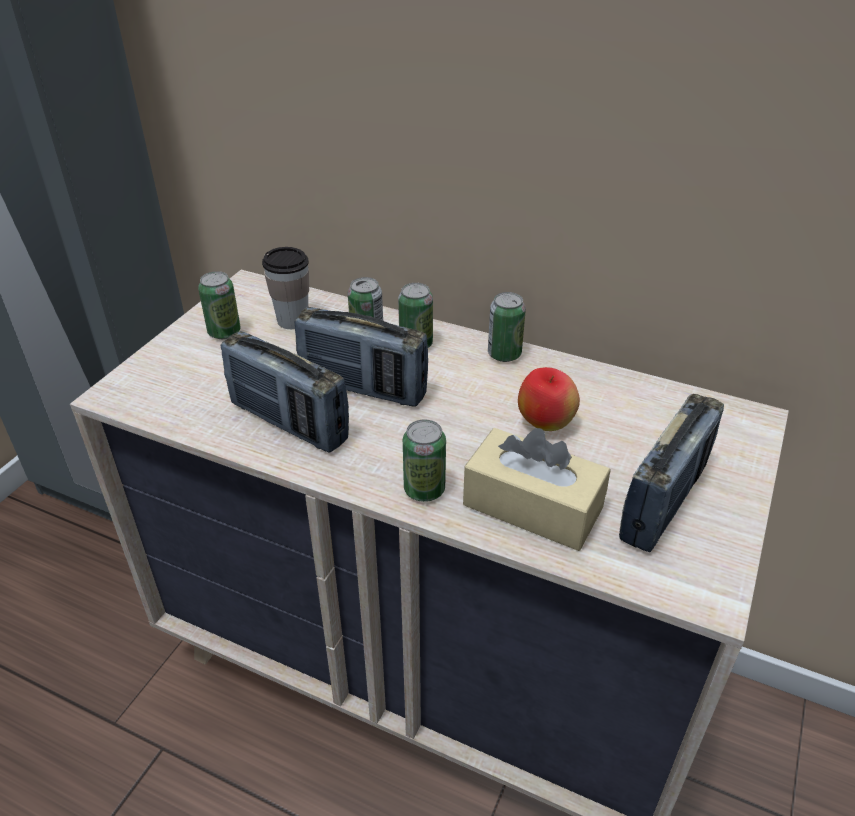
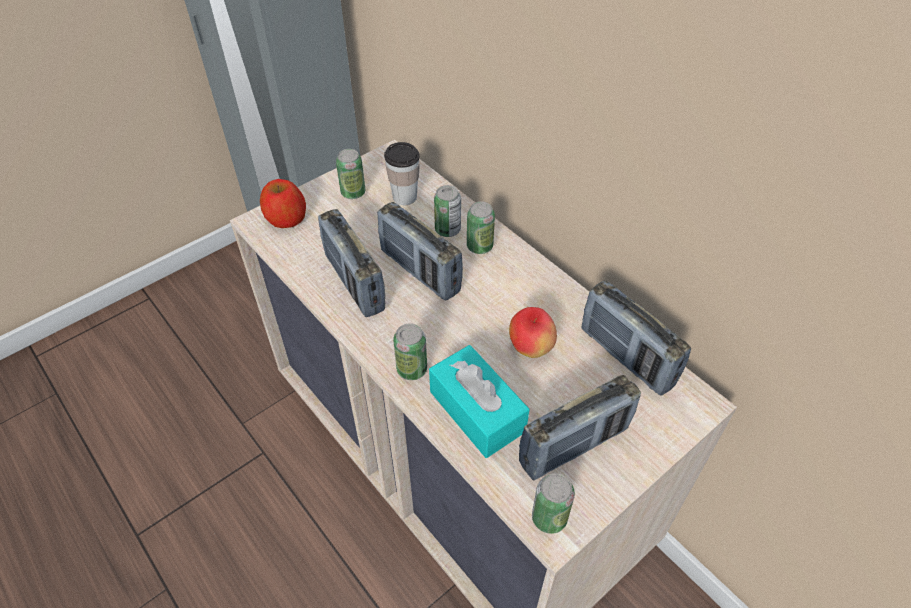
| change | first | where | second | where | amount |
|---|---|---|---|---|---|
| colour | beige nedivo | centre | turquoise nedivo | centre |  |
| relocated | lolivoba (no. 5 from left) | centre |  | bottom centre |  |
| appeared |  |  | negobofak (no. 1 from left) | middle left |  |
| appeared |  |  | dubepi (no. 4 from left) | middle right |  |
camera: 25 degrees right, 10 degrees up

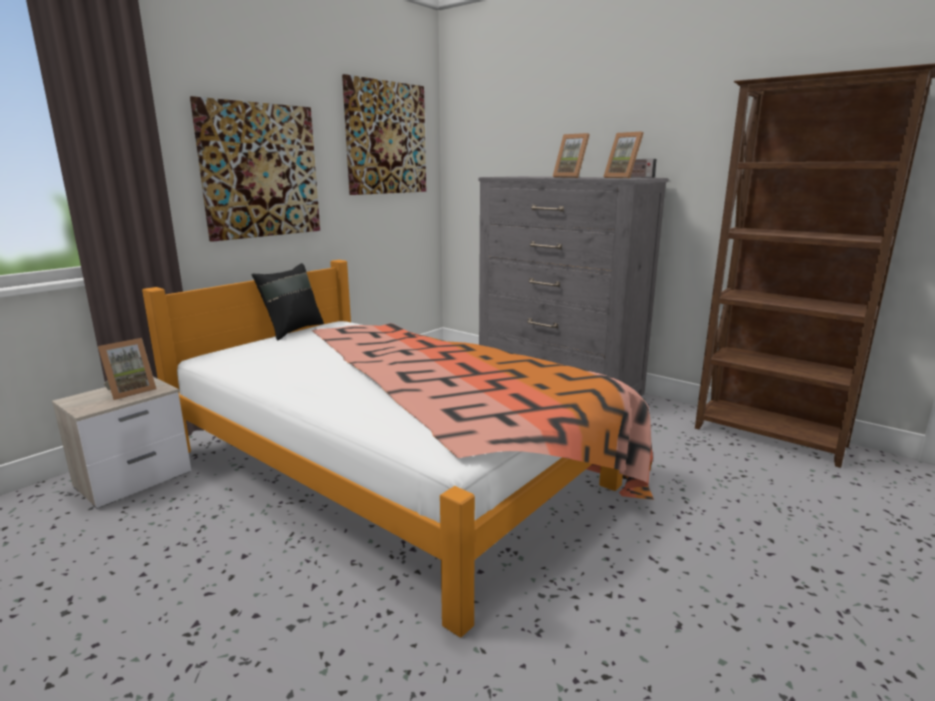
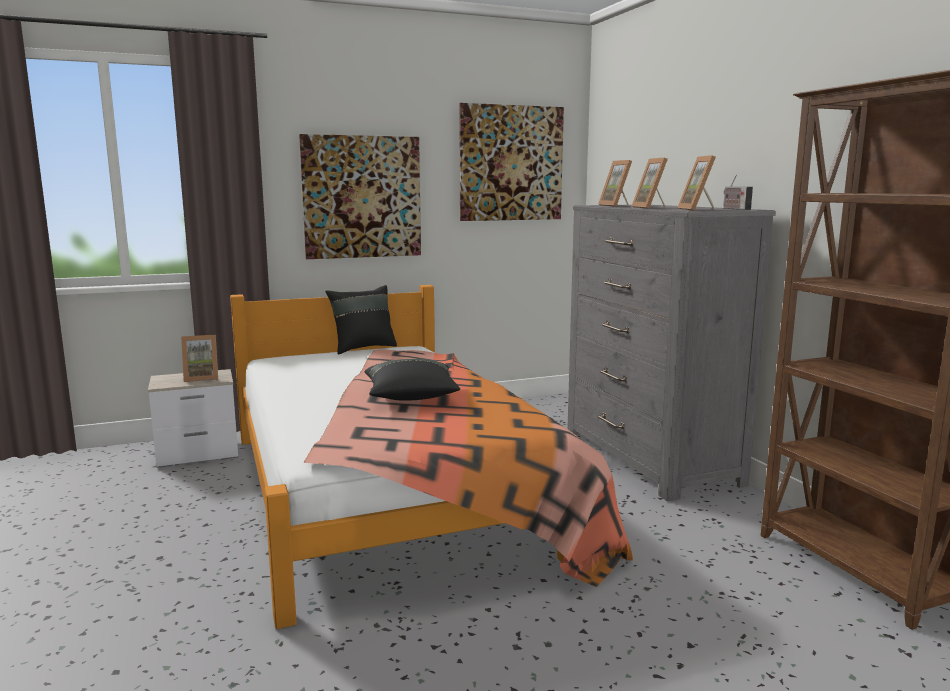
| change | first | where | second | where | amount |
|---|---|---|---|---|---|
| appeared |  |  | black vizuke (no. 2 from left) | centre |  |
| appeared |  |  | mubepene (no. 2 from left) | top centre |  |
camera: 30 degrees right, 5 degrees down

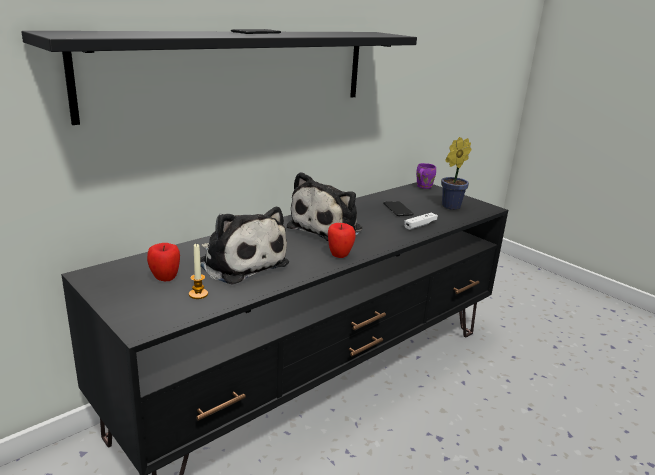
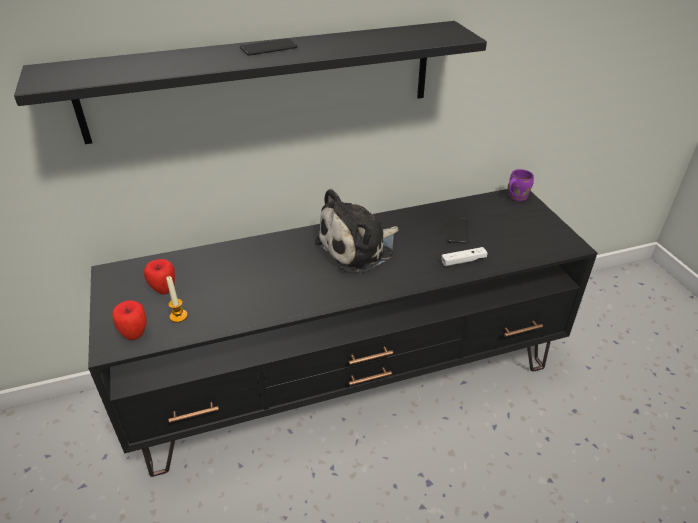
| change | first | where | second | where | amount |
|---|---|---|---|---|---|
| missing | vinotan (no. 1 from left) | centre |  |  |  |
| relocated | negobofak (no. 2 from left in the first image) | centre | negobofak (no. 1 from left) | middle left |  |
| missing | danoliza | middle right |  |  |  |
camera: 25 degrees right, 15 degrees up

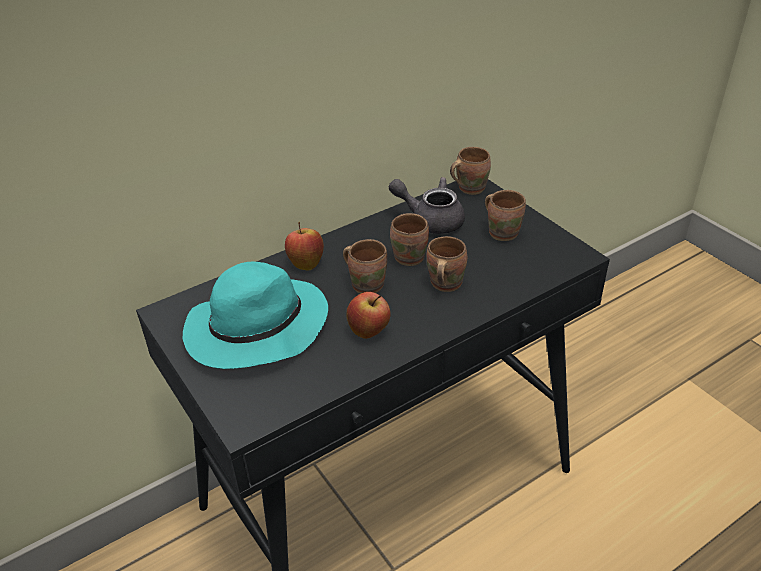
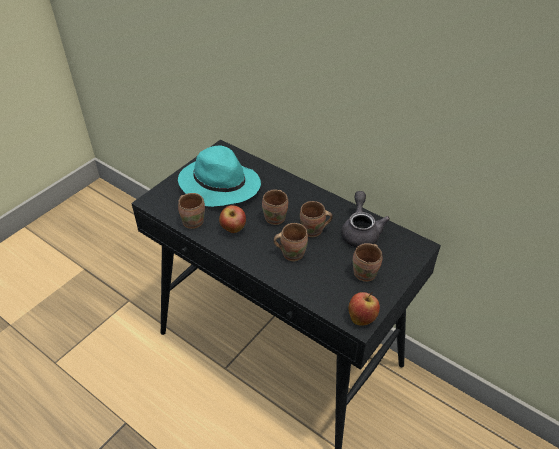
| change | first | where | second | where | amount |
|---|---|---|---|---|---|
| relocated | negobofak (no. 1 from left in the first image) | centre | negobofak (no. 2 from left) | bottom centre |  |
| relocated | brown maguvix (no. 4 from left in the first image) | top centre | brown maguvix (no. 1 from left) | centre |  |
camera: 70 degrees right, 5 degrees up

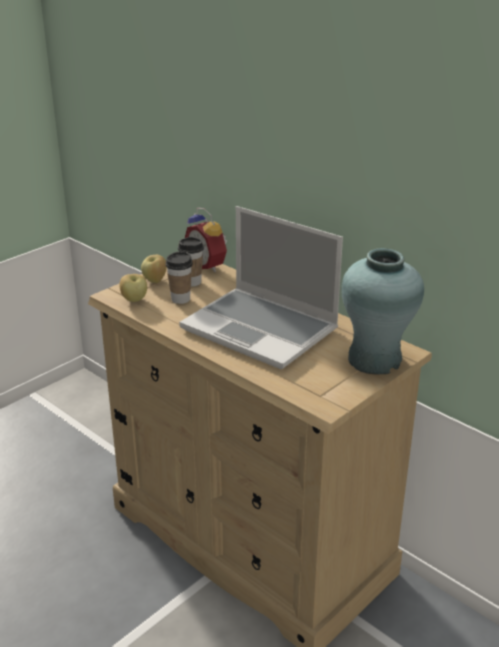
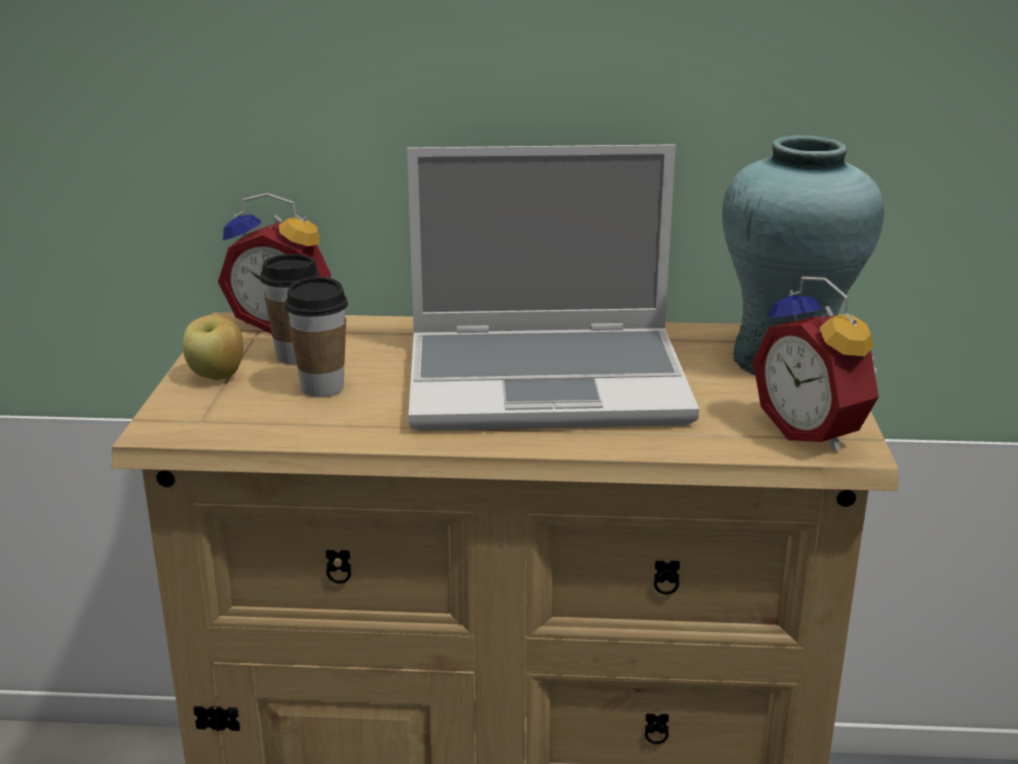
| change | first | where | second | where | amount |
|---|---|---|---|---|---|
| missing | negobofak (no. 1 from left) | middle left |  |  |  |
| appeared |  |  | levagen (no. 2 from left) | middle right |  |
camera: 40 degrees left, 5 degrees down

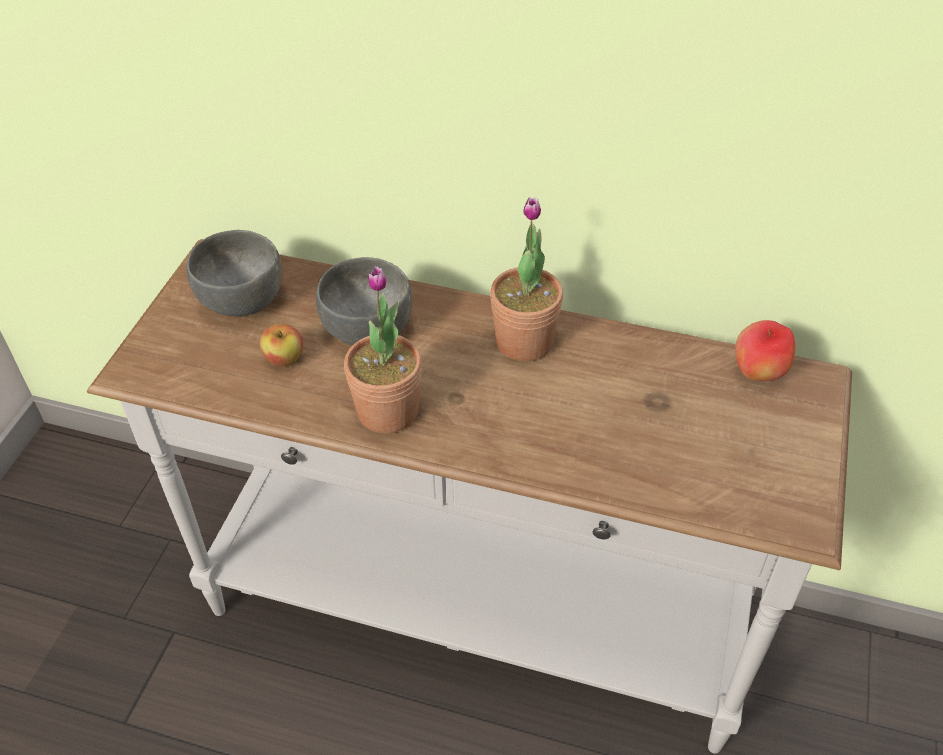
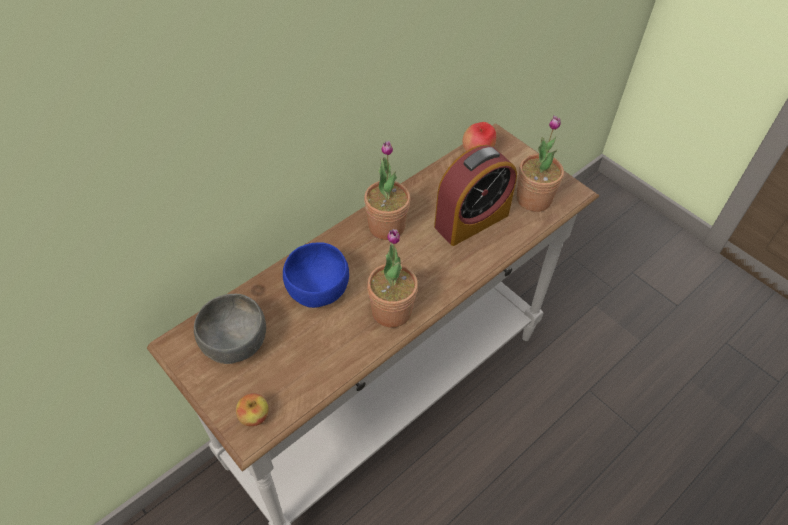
| change | first | where | second | where | amount |
|---|---|---|---|---|---|
| relocated | negobofak (no. 1 from left) | middle left |  | bottom left |  |
| colour | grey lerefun (no. 2 from left) | centre | blue lerefun | centre |  |
| appeared |  |  | levagen | centre |  |
| appeared |  |  | danoliza (no. 3 from left) | top right |  |
camera: 60 degrees left, 5 degrees up

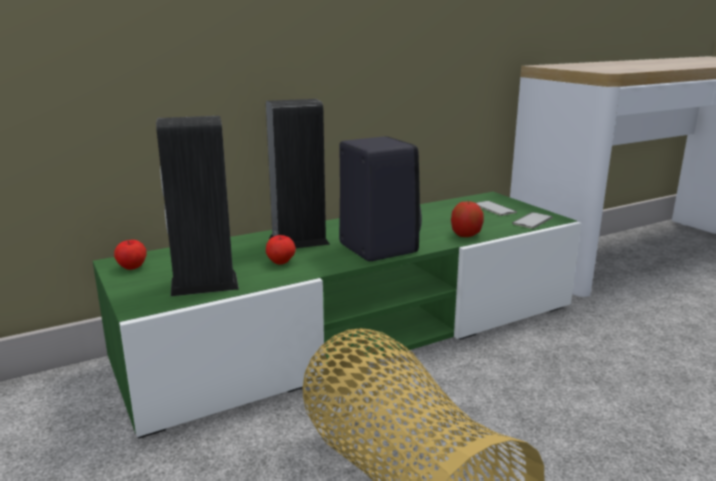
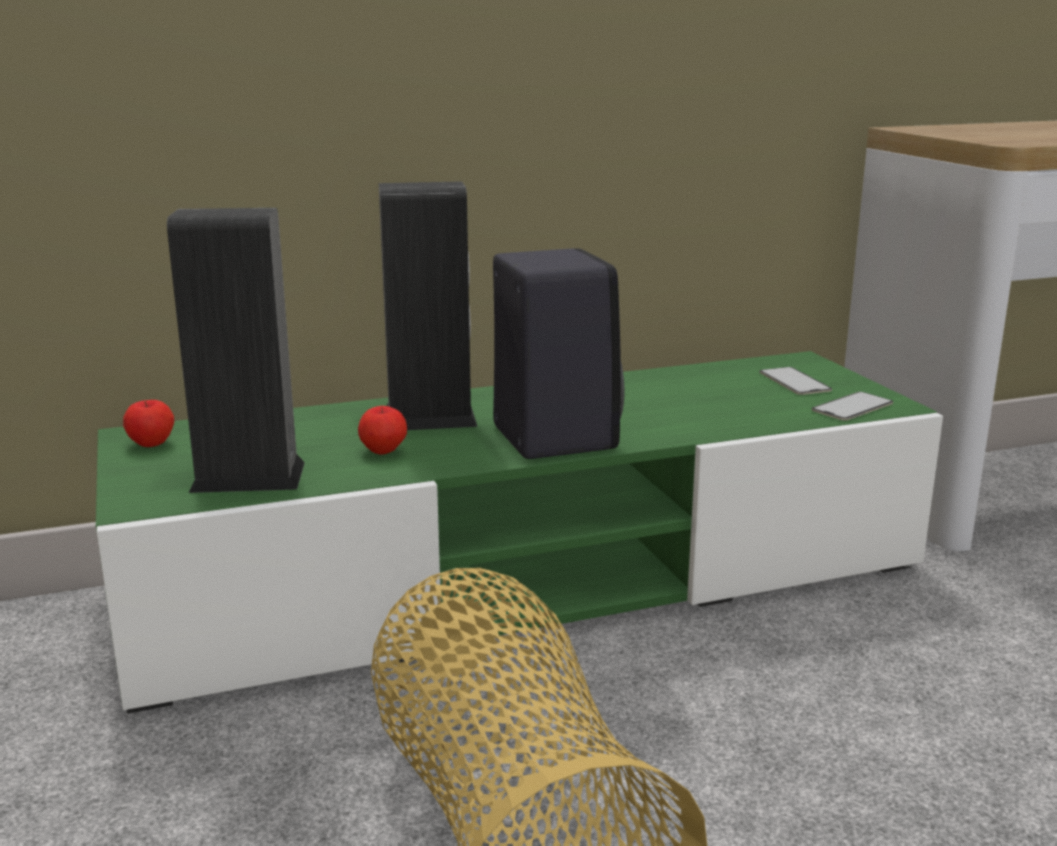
| change | first | where | second | where | amount |
|---|---|---|---|---|---|
| missing | negobofak (no. 3 from left) | centre |  |  |  |
camera: 10 degrees right, 0 degrees up

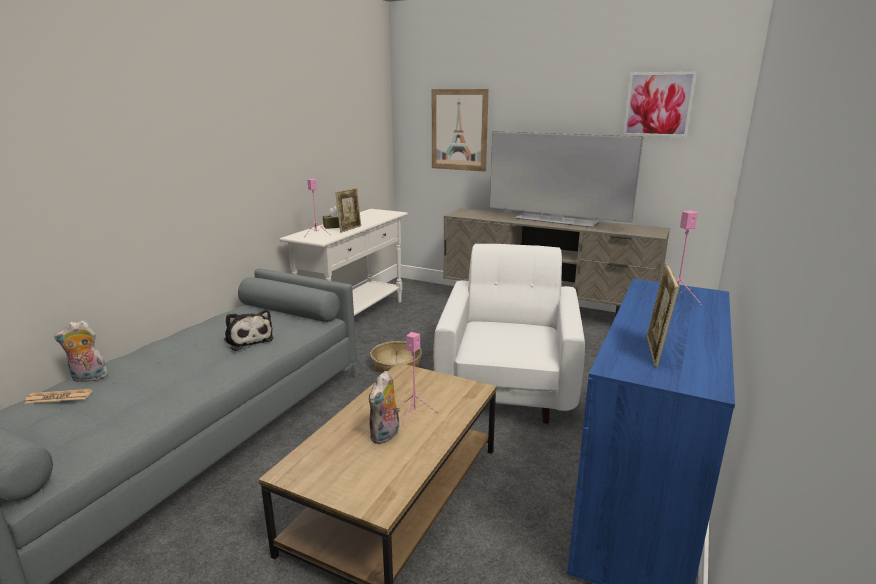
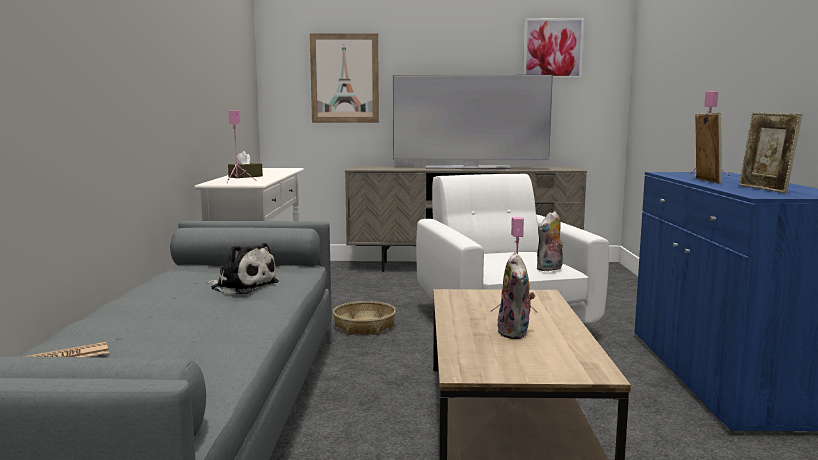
| change | first | where | second | where | amount |
|---|---|---|---|---|---|
| relocated | vinotan (no. 1 from left in the first image) | middle left | vinotan (no. 3 from left) | middle right |  |
| relocated | mubepene (no. 1 from left) | centre |  | top right |  |
camera: 25 degrees left, 10 degrees down

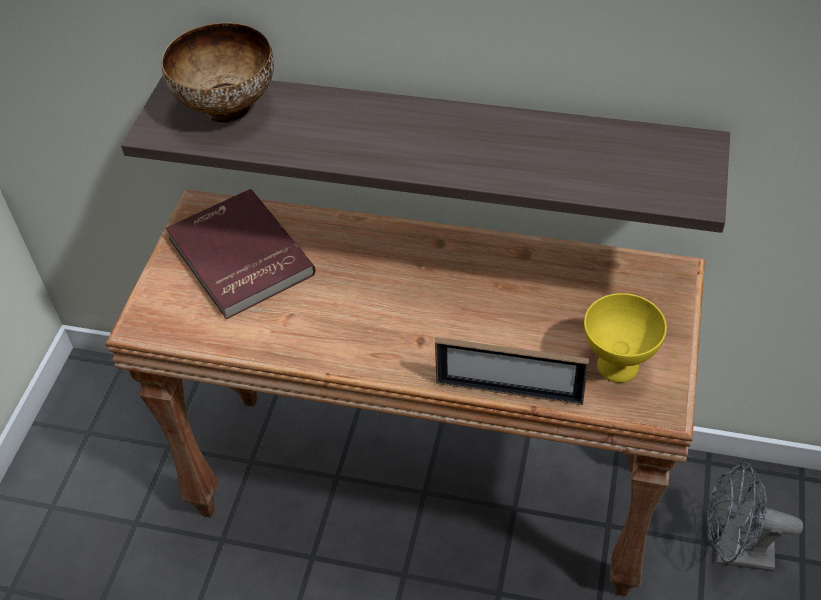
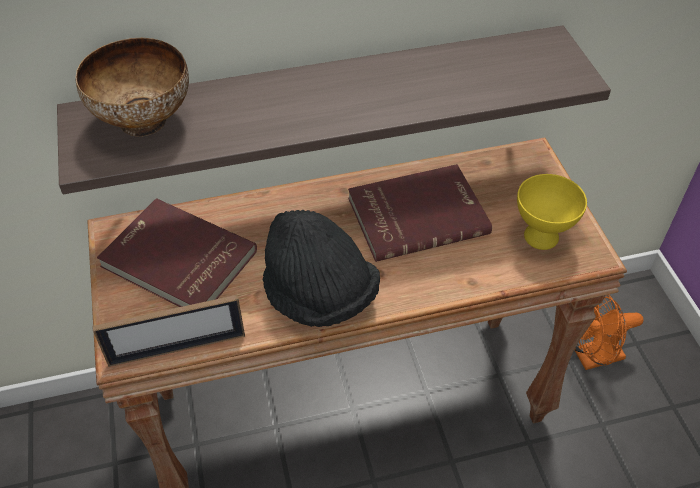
| change | first | where | second | where | amount |
|---|---|---|---|---|---|
| relocated | mubepene | centre |  | bottom left |  |
| colour | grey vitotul | bottom right | orange vitotul | bottom right |  |
| appeared |  |  | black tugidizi | centre |  |
| appeared |  |  | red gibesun (no. 2 from left) | centre |  |
camera: 30 degrees left, 0 degrees up

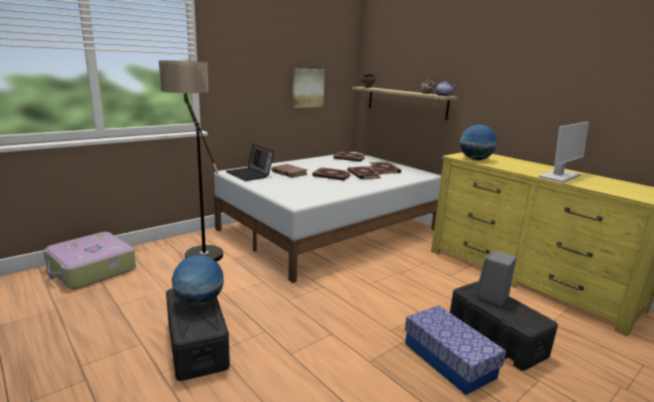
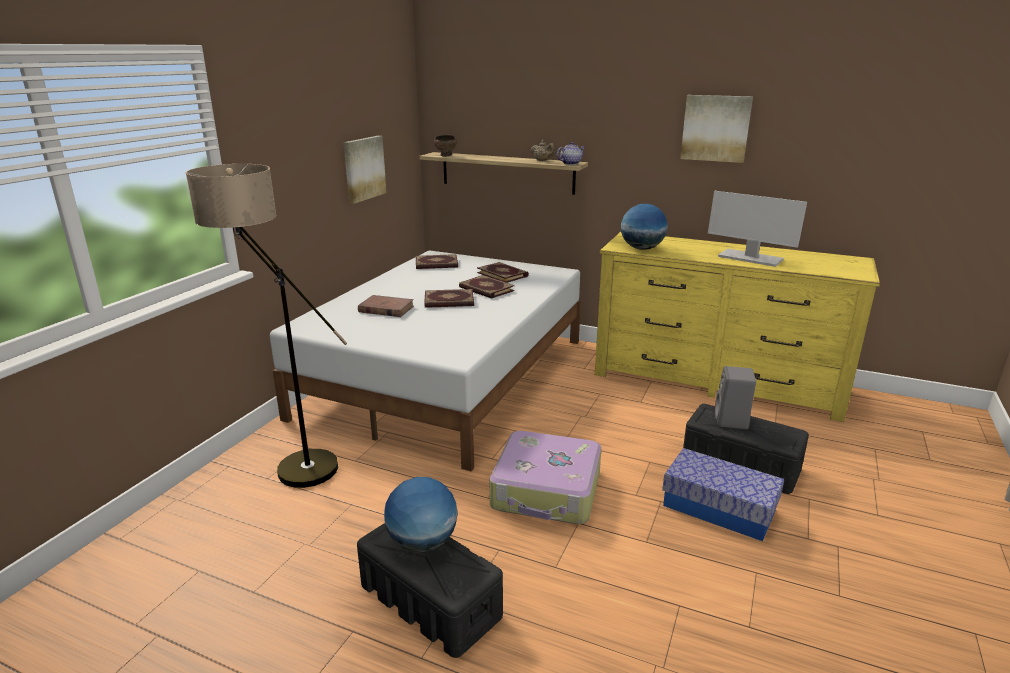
| change | first | where | second | where | amount |
|---|---|---|---|---|---|
| relocated | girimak | middle left |  | bottom centre |  |
| missing | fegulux | centre |  |  |  |
| spun | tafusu | middle right |  | middle right | 105 degrees clockwise |
| appeared |  |  | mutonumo (no. 2 from left) | top right |  |
camera: 25 degrees left, 5 degrees up

